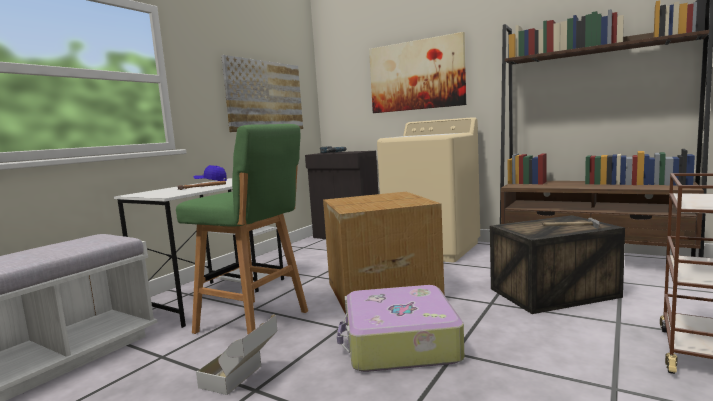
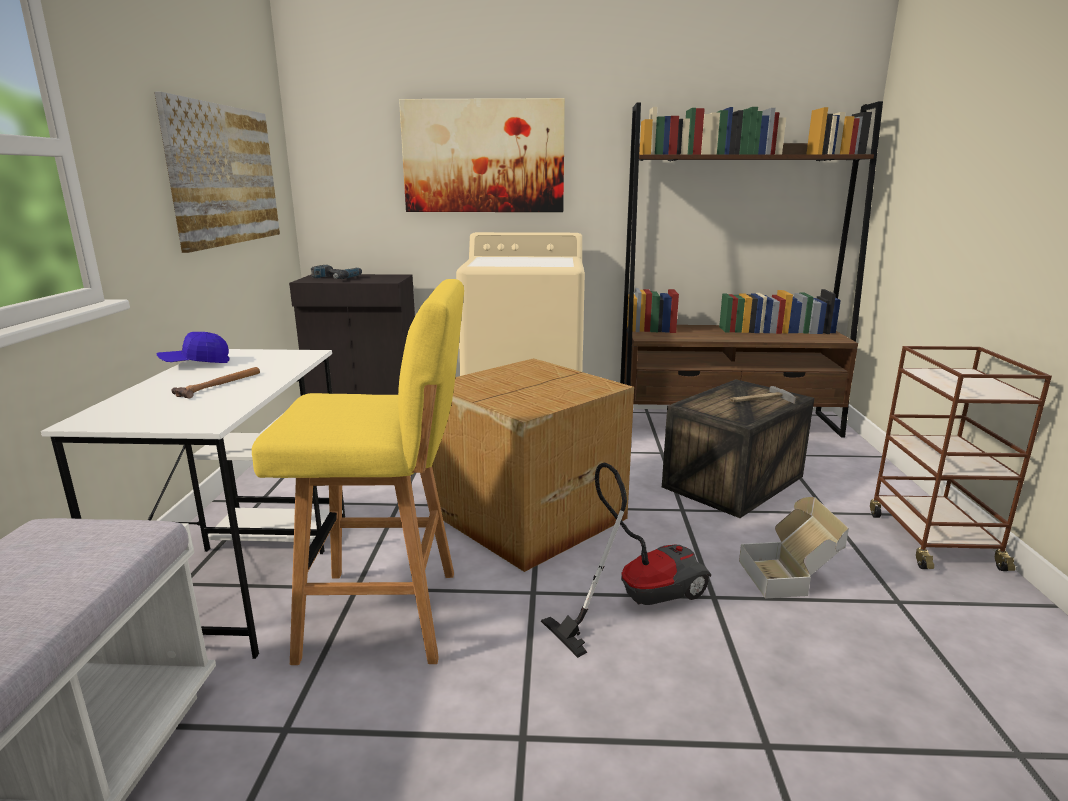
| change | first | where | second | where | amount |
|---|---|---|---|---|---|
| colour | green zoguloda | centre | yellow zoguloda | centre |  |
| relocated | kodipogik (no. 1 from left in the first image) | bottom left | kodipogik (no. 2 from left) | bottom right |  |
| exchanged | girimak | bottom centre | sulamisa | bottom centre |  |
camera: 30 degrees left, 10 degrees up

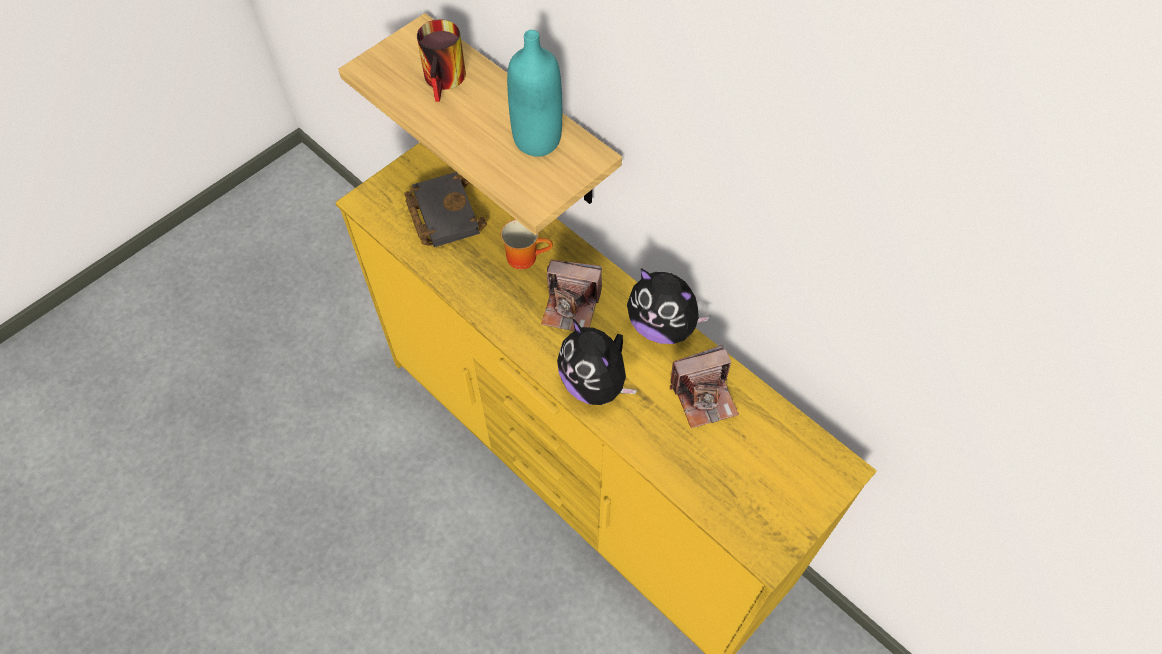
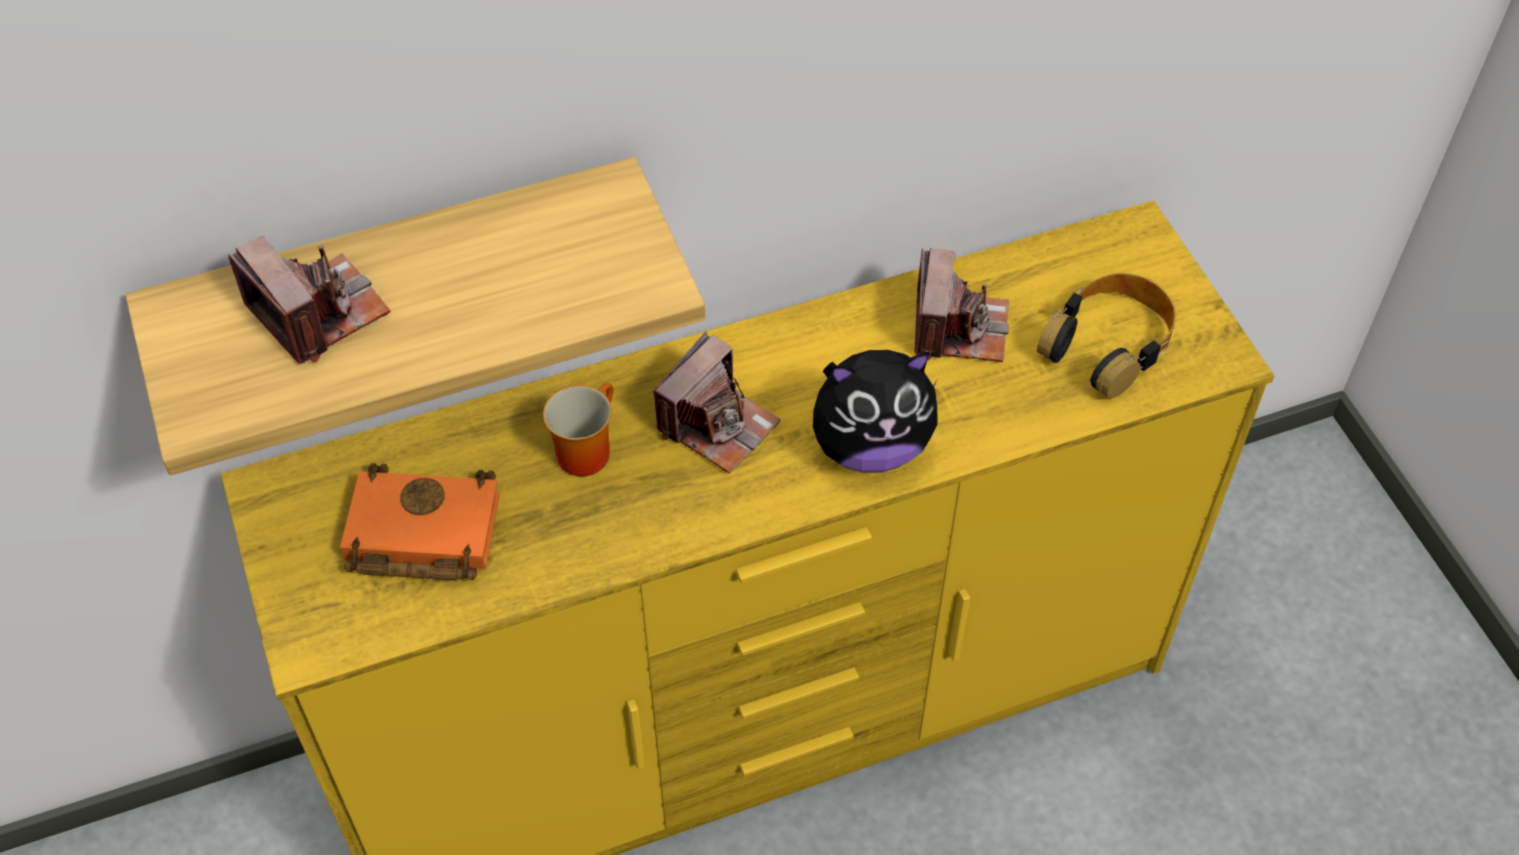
| change | first | where | second | where | amount |
|---|---|---|---|---|---|
| colour | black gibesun | top centre | orange gibesun | middle left |  |
| exchanged | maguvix (no. 1 from left) | top centre | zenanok (no. 1 from left) | middle left |  |
| missing | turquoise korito | top centre |  |  |  |
| missing | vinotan (no. 2 from left) | centre |  |  |  |
| appeared |  |  | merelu | middle right |  |
camera: 65 degrees left, 5 degrees down

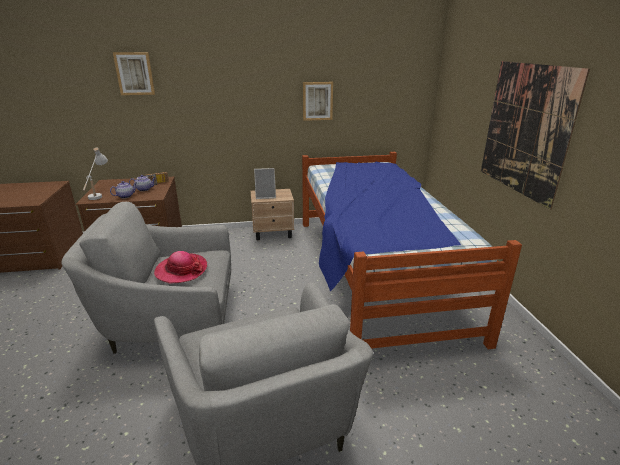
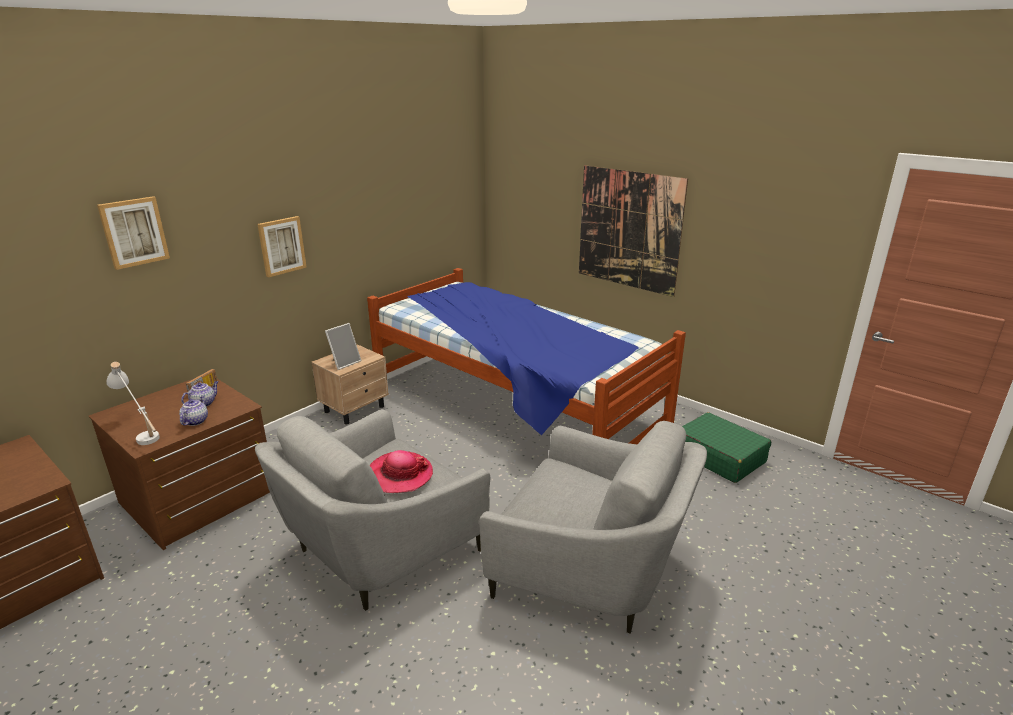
| change | first | where | second | where | amount |
|---|---|---|---|---|---|
| relocated | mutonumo (no. 2 from left) | top centre |  | middle left |  |
| appeared |  |  | green girimak | middle right |  |
camera: 40 degrees left, 0 degrees up

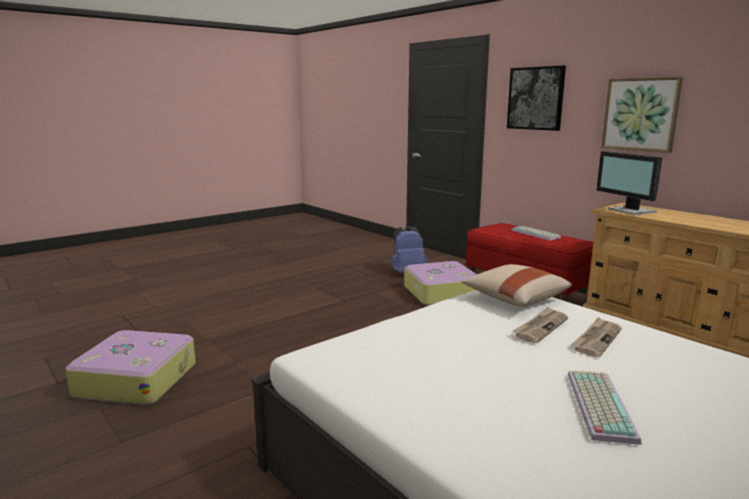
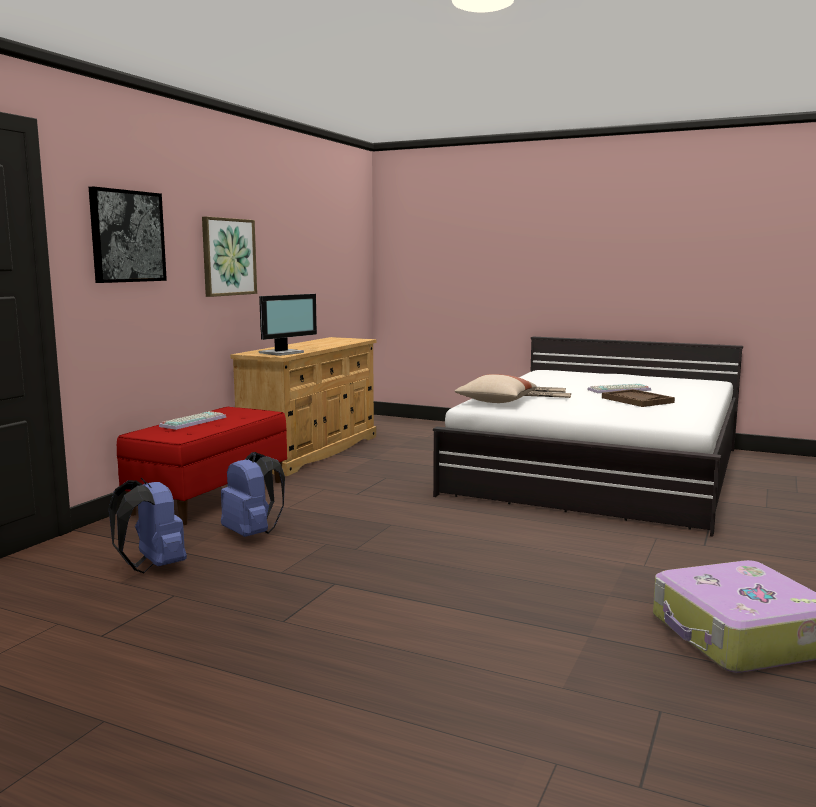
| change | first | where | second | where | amount |
|---|---|---|---|---|---|
| exchanged | girimak (no. 2 from left) | centre | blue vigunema (no. 2 from left) | middle left |  |
| appeared |  |  | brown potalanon | middle right |  |
camera: 115 degrees left, 5 degrees down

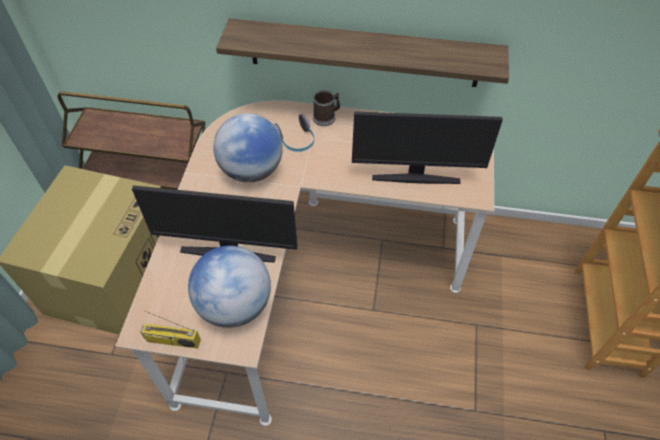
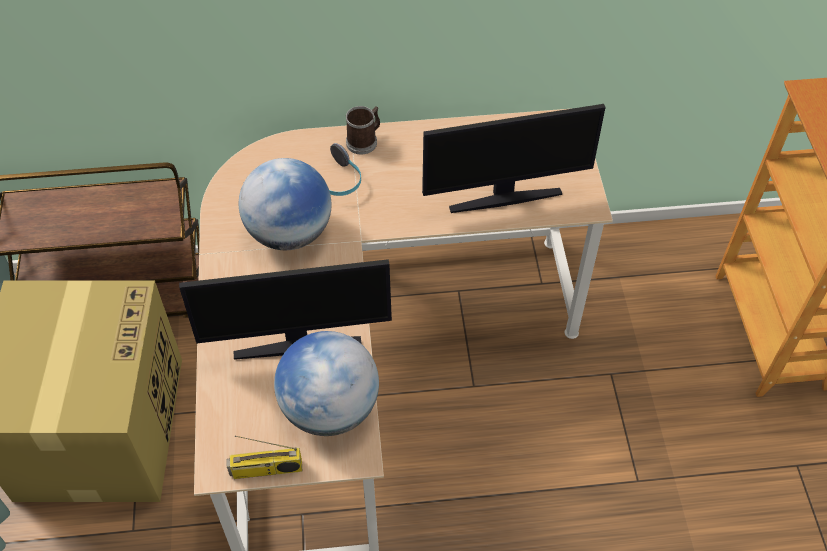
| change | first | where | second | where | amount |
|---|---|---|---|---|---|
| missing | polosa | top centre |  |  |  |
camera: 15 degrees left, 0 degrees up

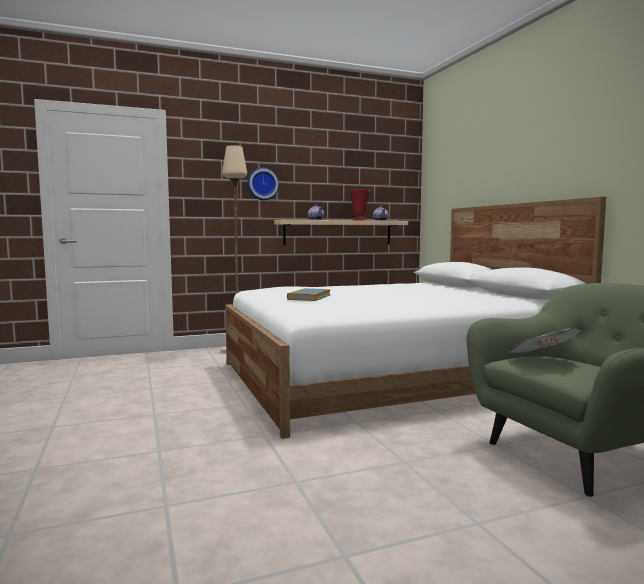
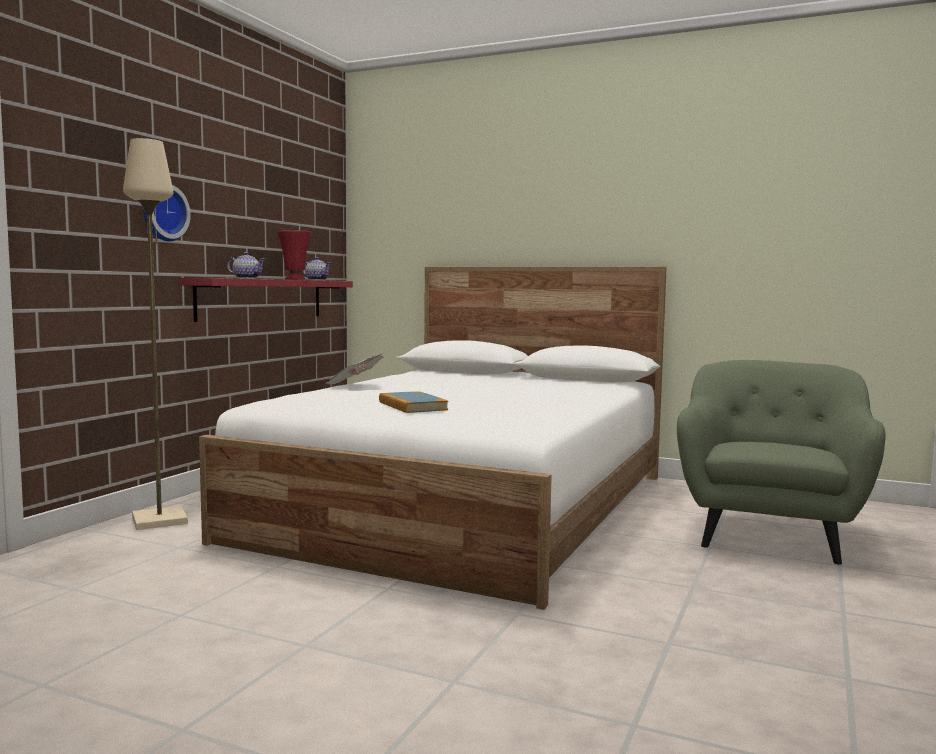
| change | first | where | second | where | amount |
|---|---|---|---|---|---|
| colour | beige polosa | centre | red polosa | middle left |  |
| relocated | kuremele | middle right |  | centre |  |
camera: 45 degrees left, 0 degrees up

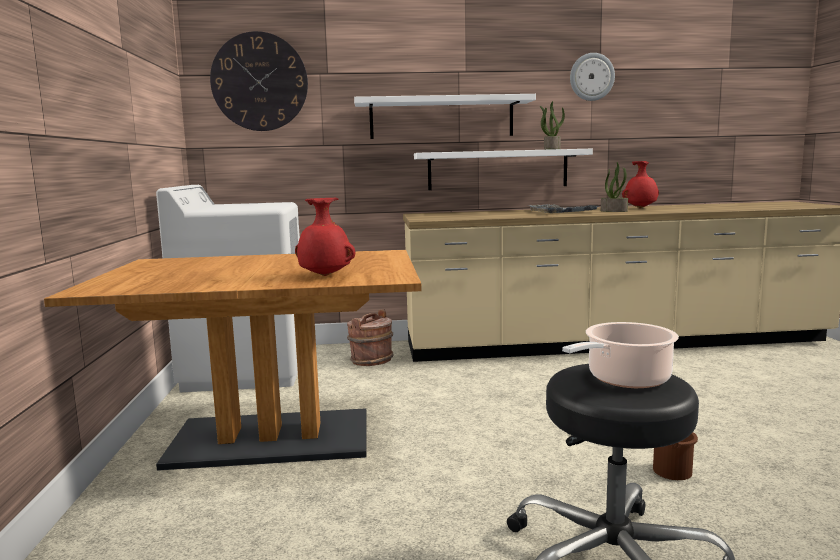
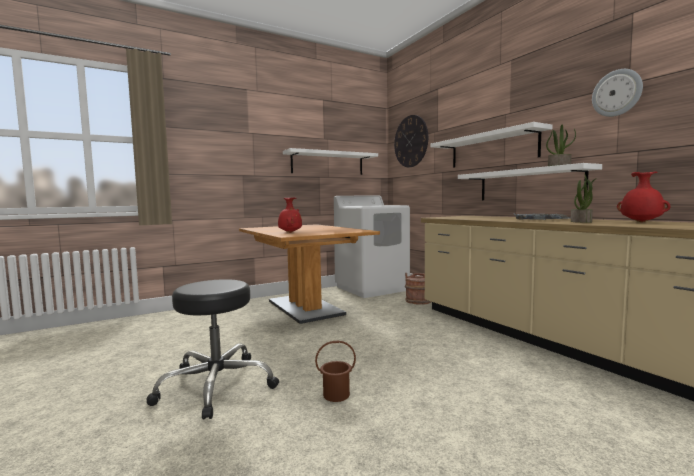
| change | first | where | second | where | amount |
|---|---|---|---|---|---|
| missing | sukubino | middle right |  |  |  |
| appeared |  |  | white polosa (no. 1 from left) | centre |  |
camera: 65 degrees right, 5 degrees down

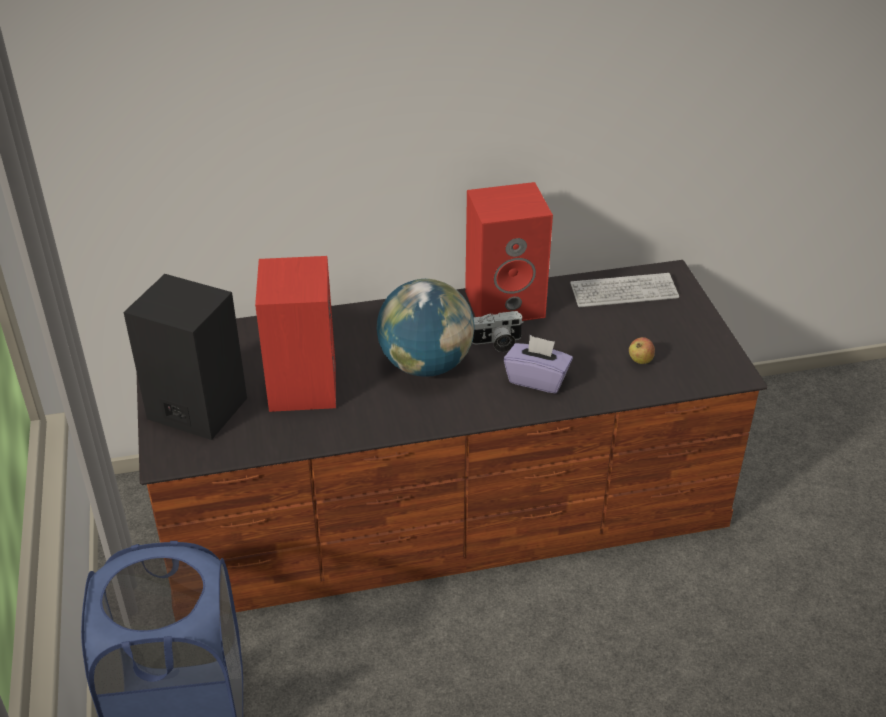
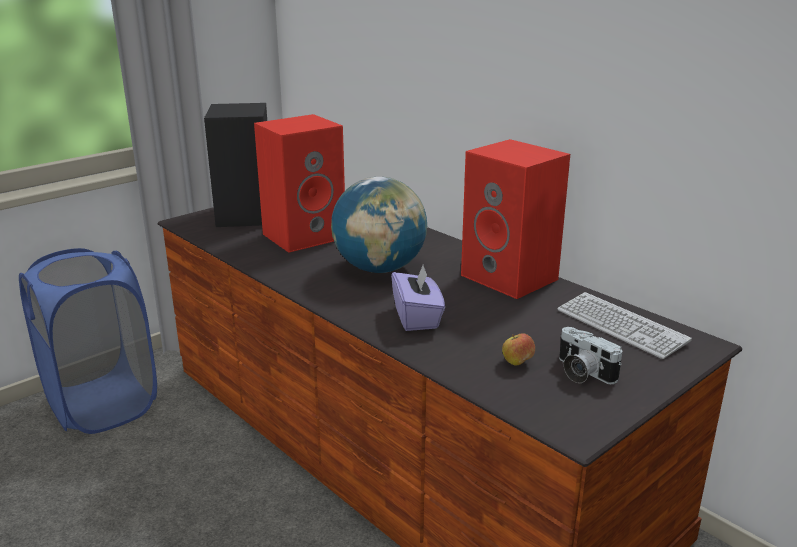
| change | first | where | second | where | amount |
|---|---|---|---|---|---|
| relocated | zenanok | centre |  | middle right |  |
camera: 60 degrees right, 15 degrees down

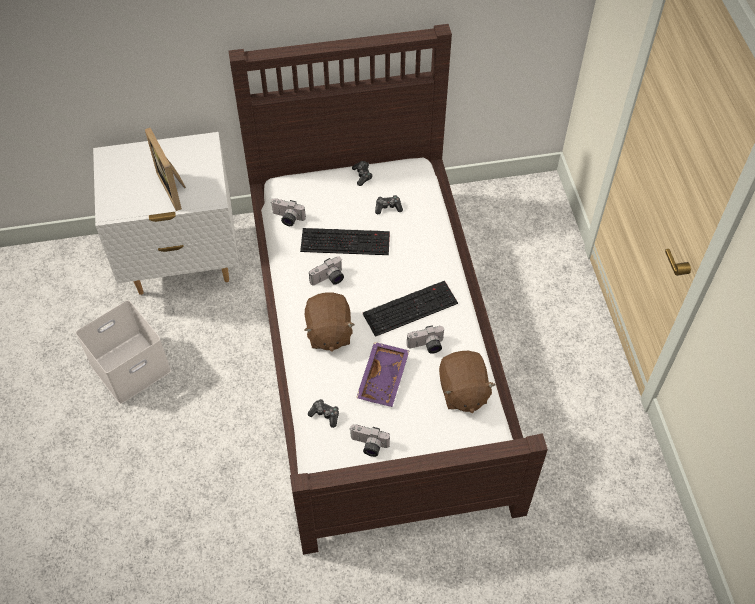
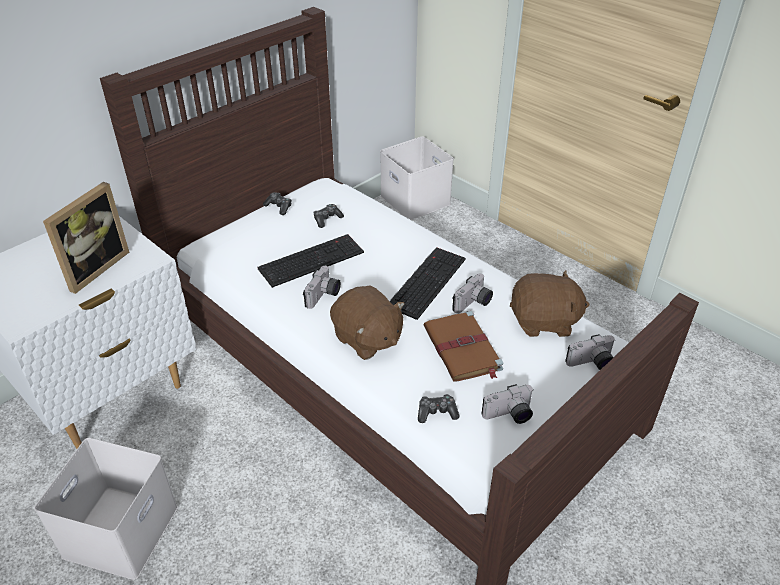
| change | first | where | second | where | amount |
|---|---|---|---|---|---|
| spun | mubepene | top left |  | middle left | 90 degrees counterclockwise |
| relocated | zenanok (no. 1 from left in the first image) | centre | zenanok (no. 4 from left) | middle right |  |
| exchanged | purple potalanon | centre | brown gibesun | centre |  |
| spun | brown vinotan (no. 2 from left) | centre |  | middle right | 45 degrees counterclockwise |
| appeared |  |  | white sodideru (no. 2 from left) | top centre |  |
camera: 35 degrees left, 15 degrees down

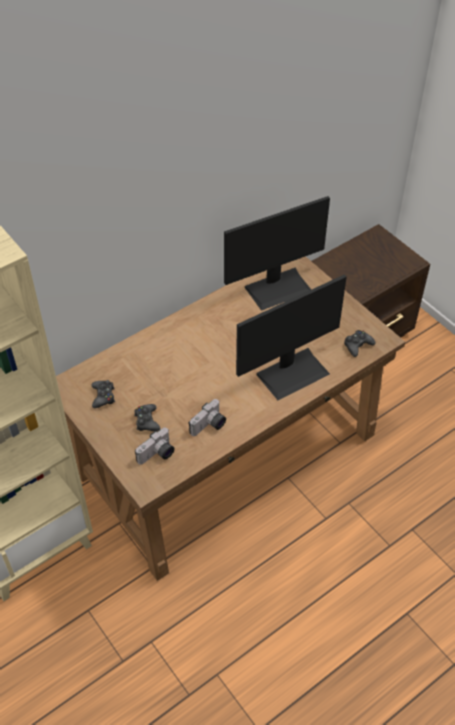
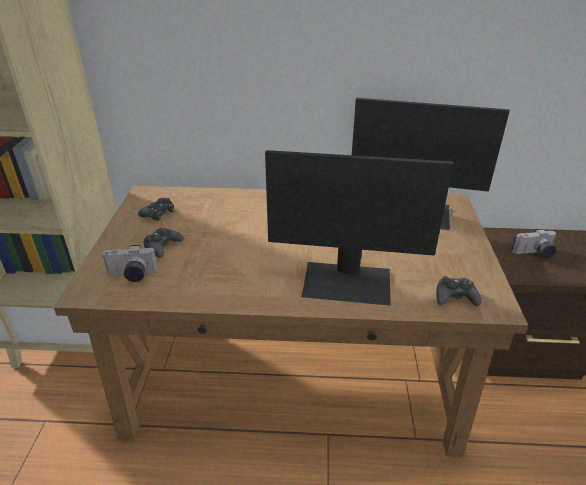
| change | first | where | second | where | amount |
|---|---|---|---|---|---|
| relocated | zenanok (no. 2 from left) | centre |  | middle right |  |
camera: 40 degrees right, 15 degrees down

